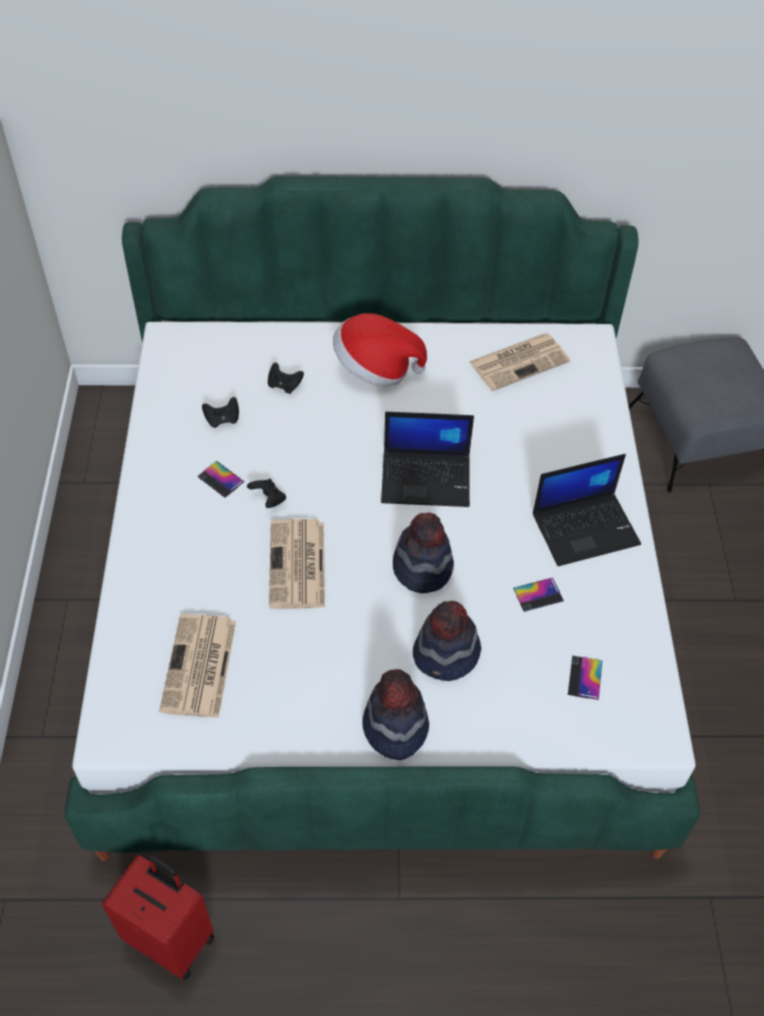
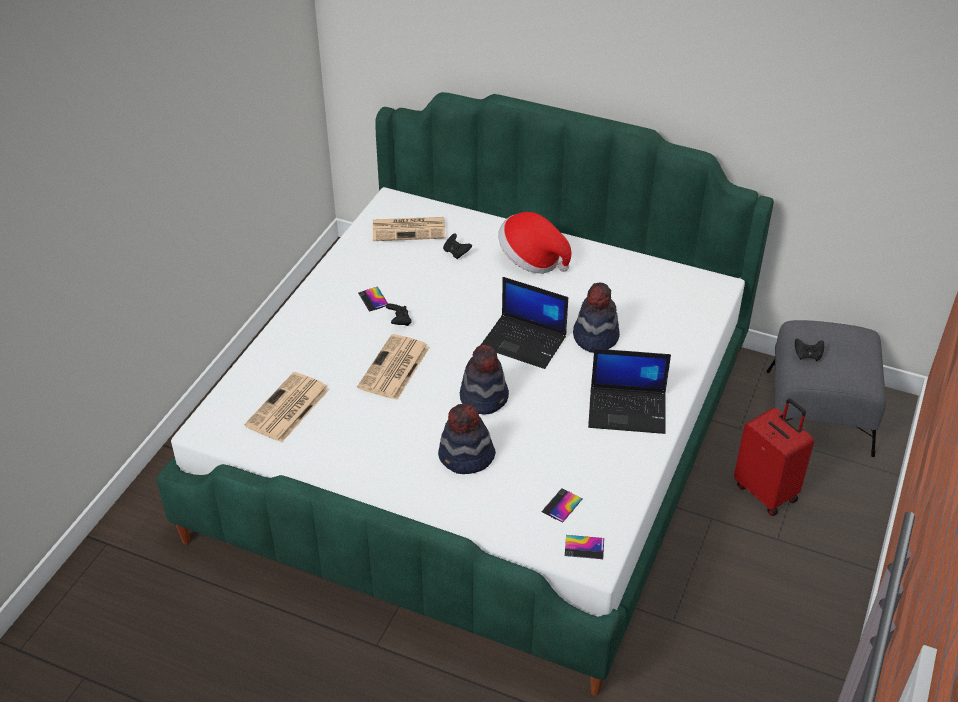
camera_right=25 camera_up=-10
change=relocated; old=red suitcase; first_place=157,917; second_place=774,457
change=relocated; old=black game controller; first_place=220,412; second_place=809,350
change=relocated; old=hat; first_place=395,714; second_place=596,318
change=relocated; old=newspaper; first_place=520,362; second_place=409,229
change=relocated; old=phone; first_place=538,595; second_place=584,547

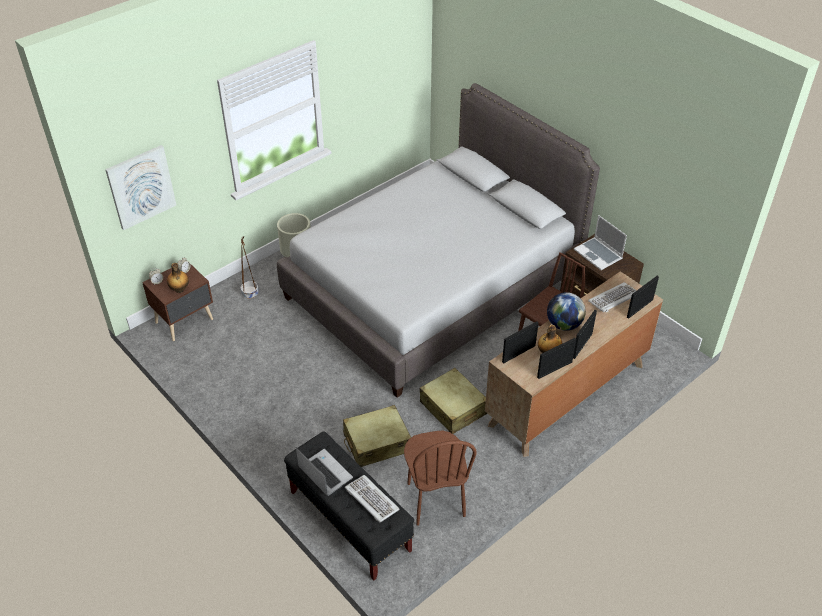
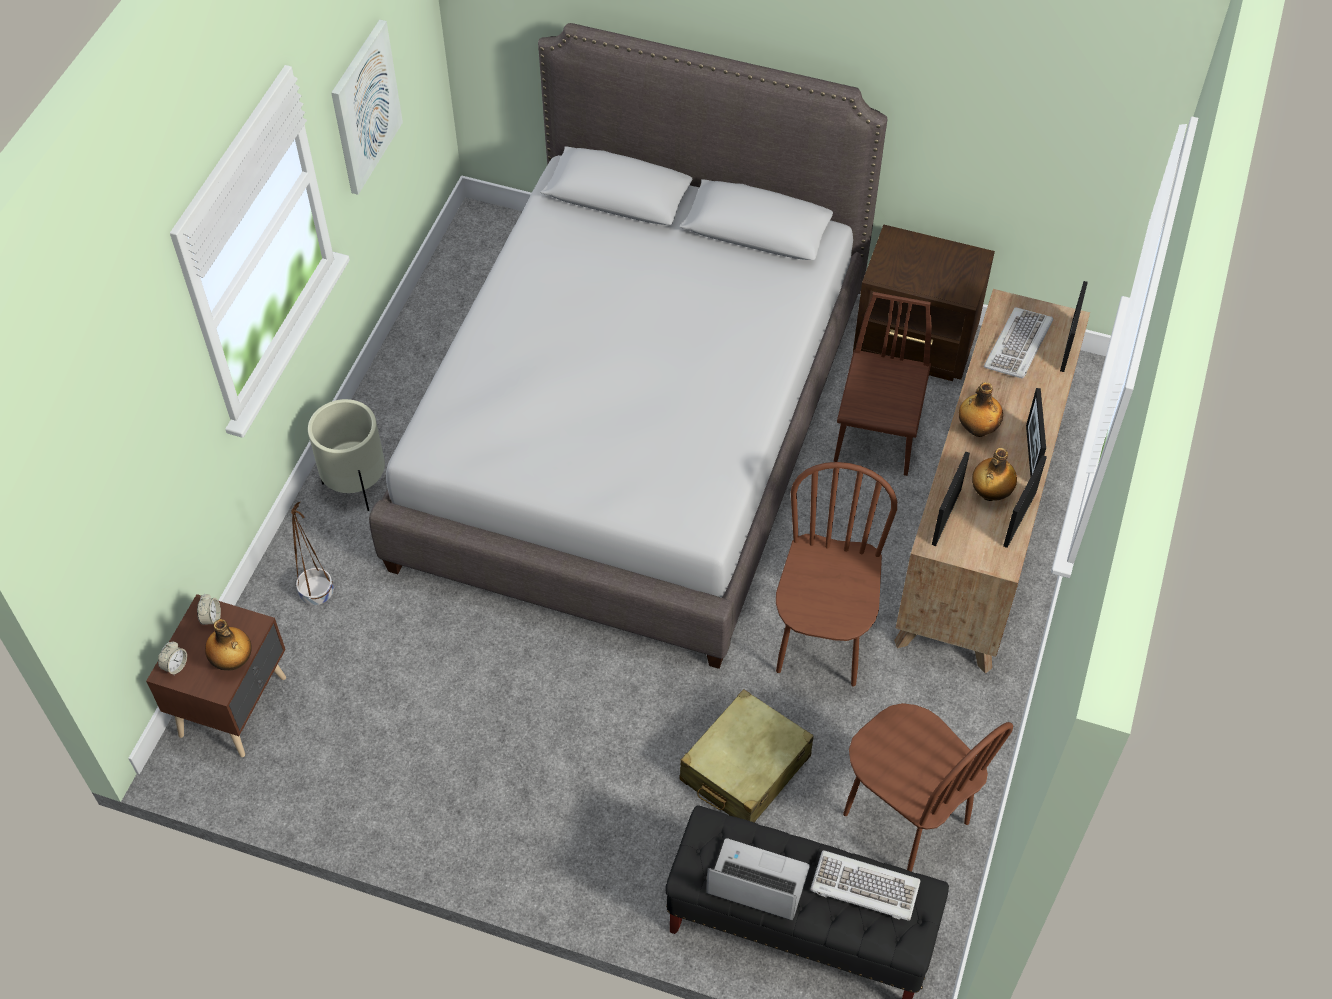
camera_right=-30 camera_up=10
change=missing; old=laptop; first_place=600,242
change=relocated; old=picture; first_place=140,187; second_place=367,107
change=exchanged; old=beige suitcase; new=brown chair; first_place=453,401; second_place=836,574
change=exchanged; old=globe; new=bottle; first_place=566,311; second_place=981,409

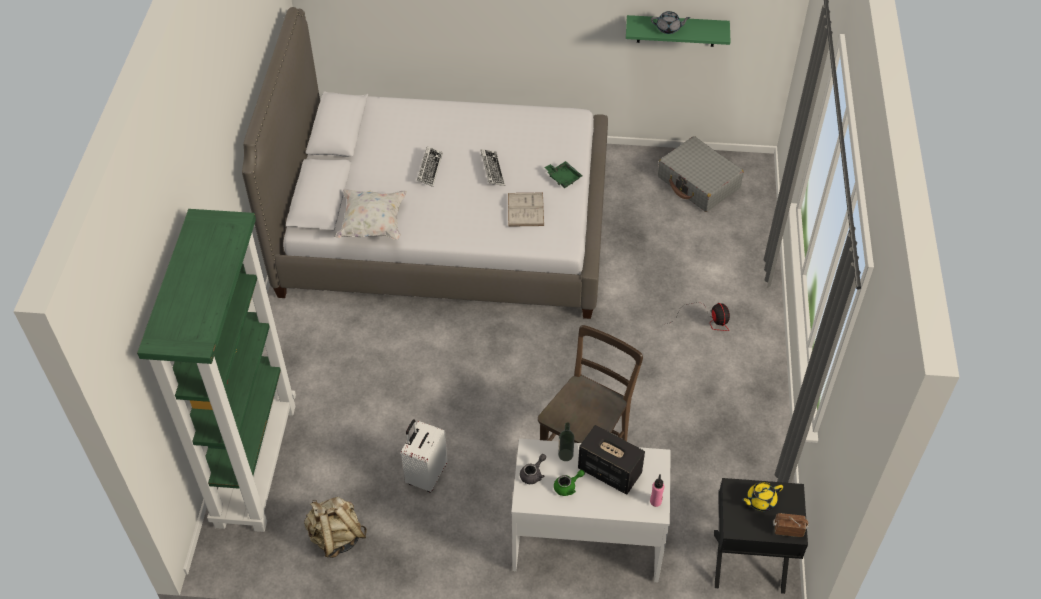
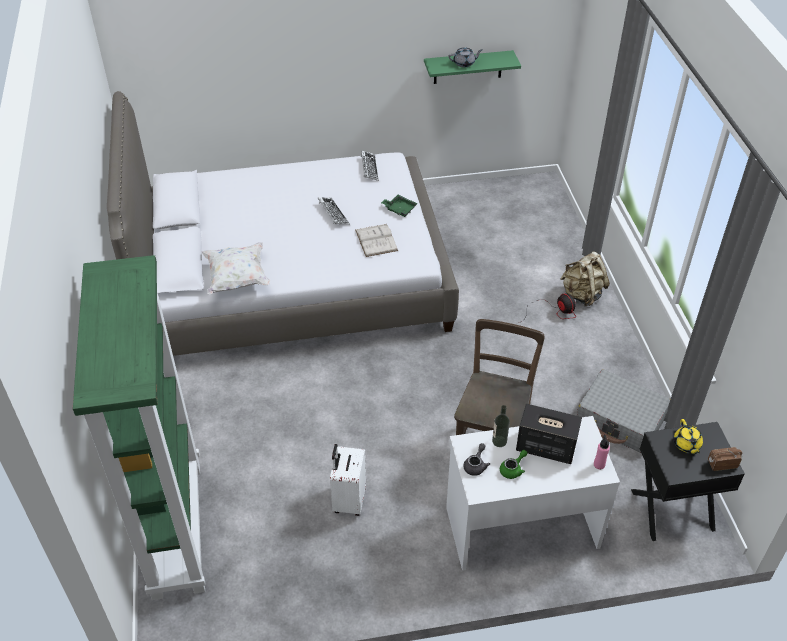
camera_right=-15 camera_up=-5
change=relocated; old=beige backpack; first_place=335,527; second_place=585,278
change=relocated; old=keyboard; first_place=430,166; second_place=370,166
change=relocated; old=grey suitcase; first_place=701,174; second_place=623,411
change=spun; old=yellow teapot; first_place=762,496; second_place=688,436; degrees=-60

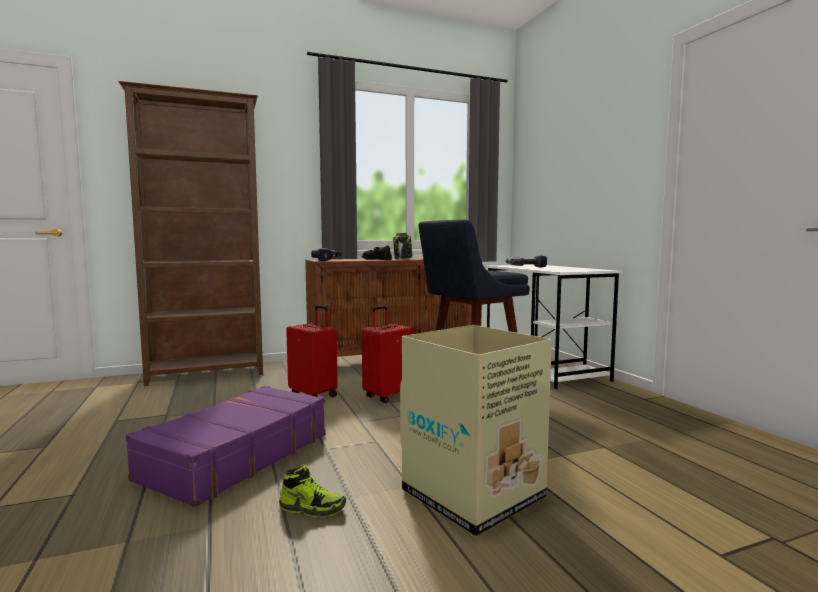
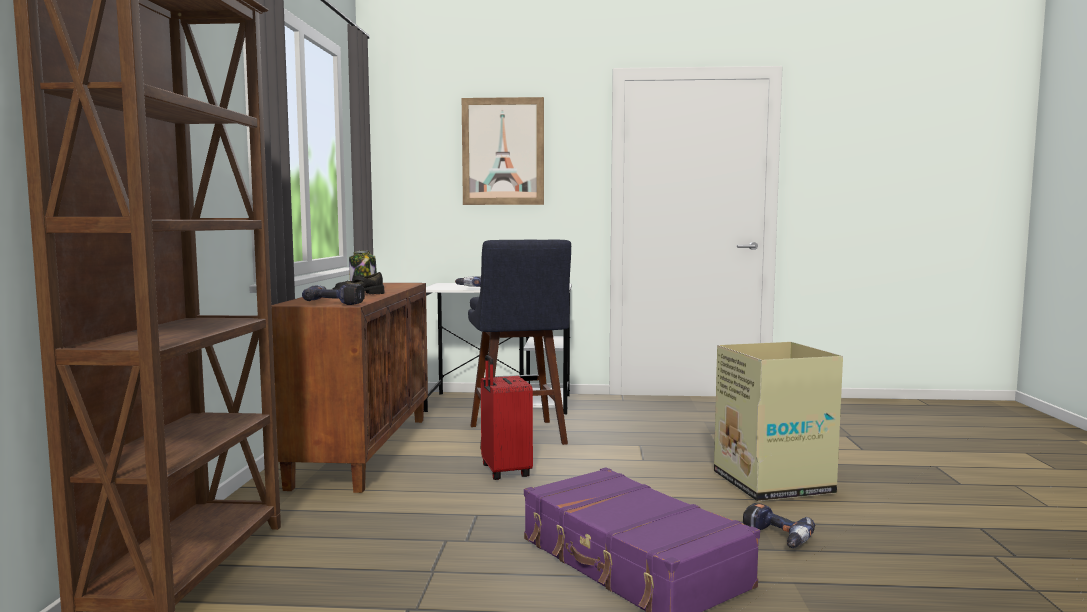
camera_right=-65 camera_up=0
change=missing; old=red suitcase; first_place=312,351
change=appeared; new=picture; second_place=503,151
change=exchanged; old=shoe; new=power drill; first_place=312,491; second_place=779,525

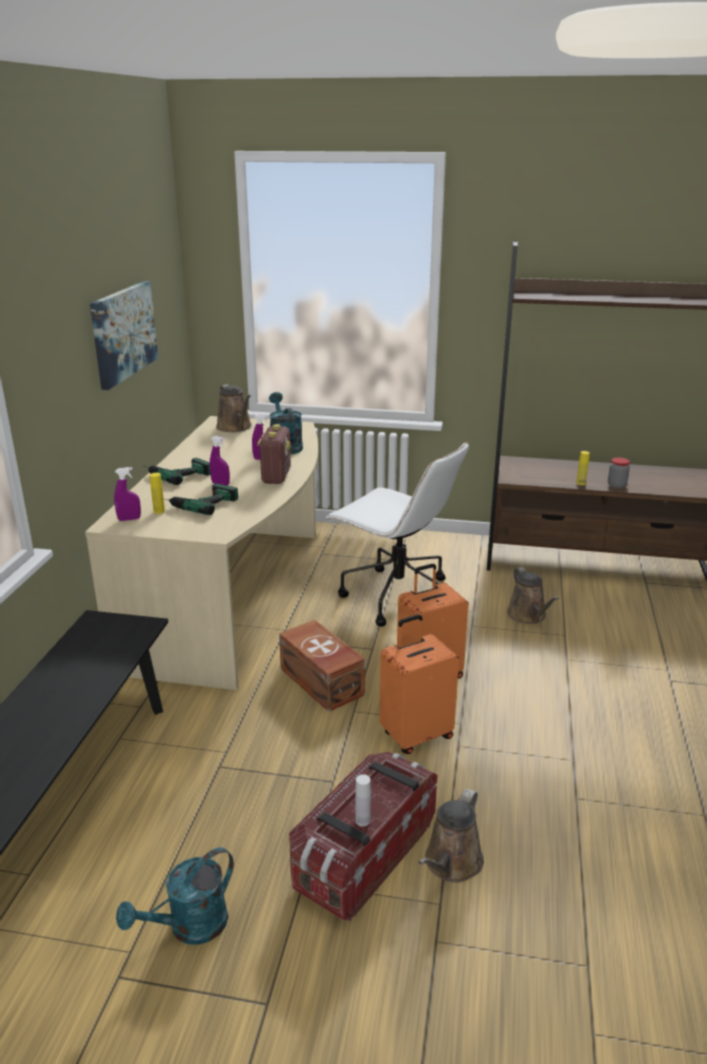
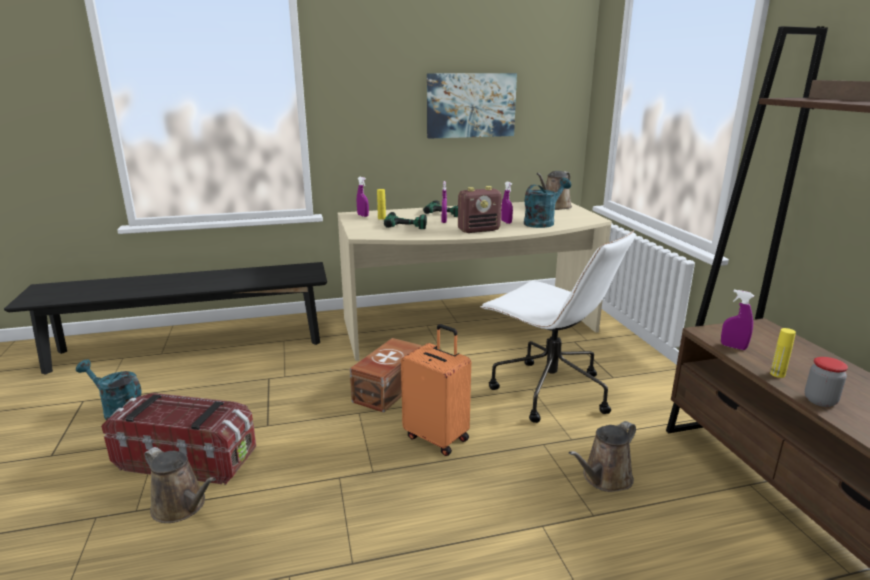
camera_right=65 camera_up=-5
change=missing; old=white bottle; first_place=363,800
change=missing; old=orange suitcase; first_place=419,684
change=appeared; new=purple spray bottle; second_place=737,320
change=spun; old=white office chair; first_place=397,534; second_place=558,326; degrees=-60
change=spun; old=brown watering can; first_place=451,835; second_place=180,485; degrees=-150

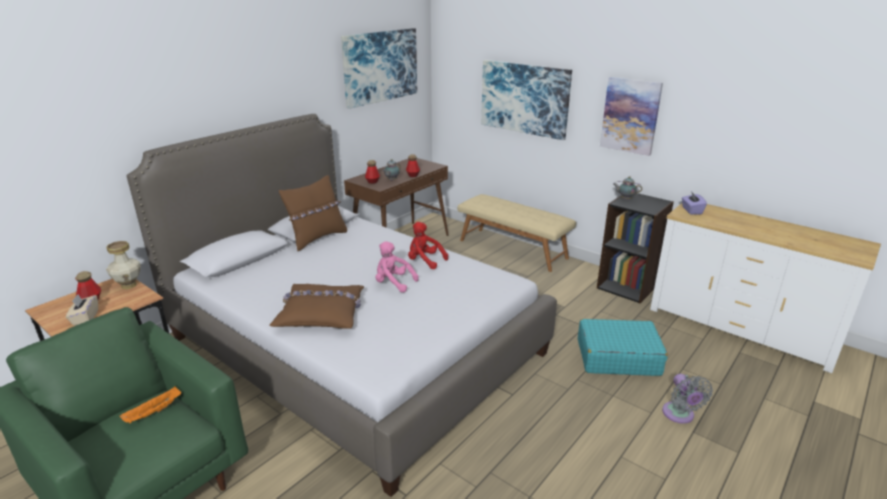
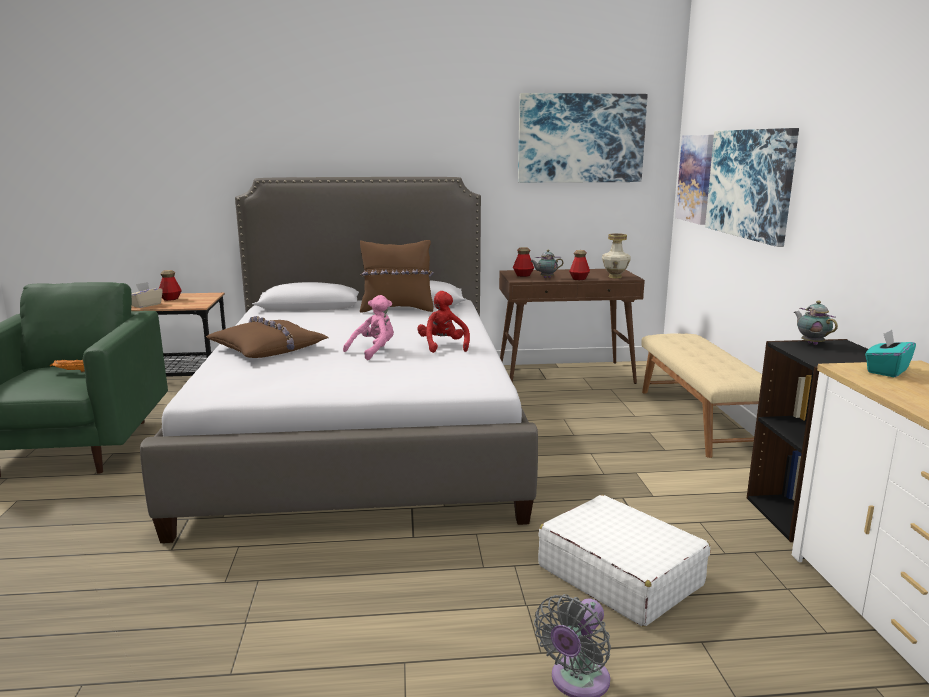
camera_right=45 camera_up=-10
change=relocated; old=vase; first_place=123,265; second_place=616,255
change=relocated; old=picture; first_place=631,116; second_place=694,180
change=colour; old=turquoise suitcase; new=white suitcase; first_place=623,347; second_place=624,560
change=colour; old=purple tissue box; new=turquoise tissue box; first_place=694,202; second_place=890,353
change=spun; old=pink plush toy; first_place=397,267; second_place=368,327; degrees=60

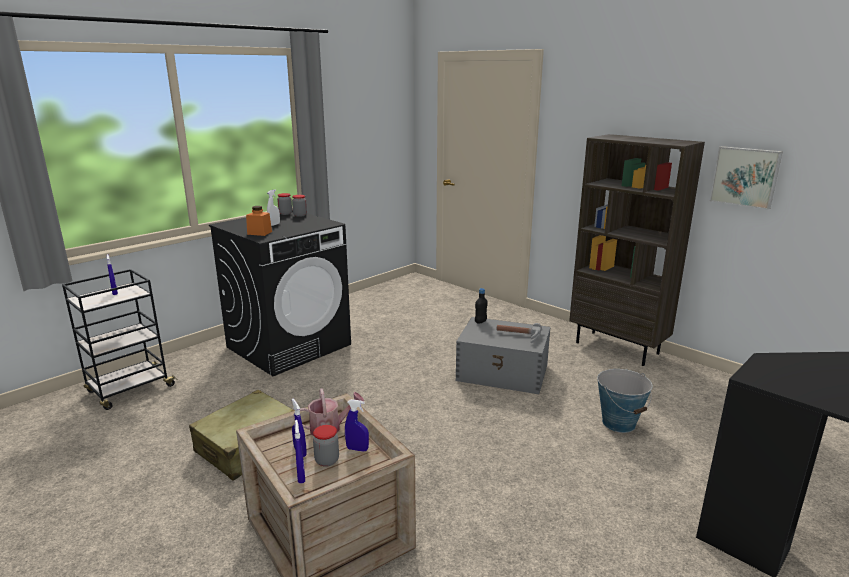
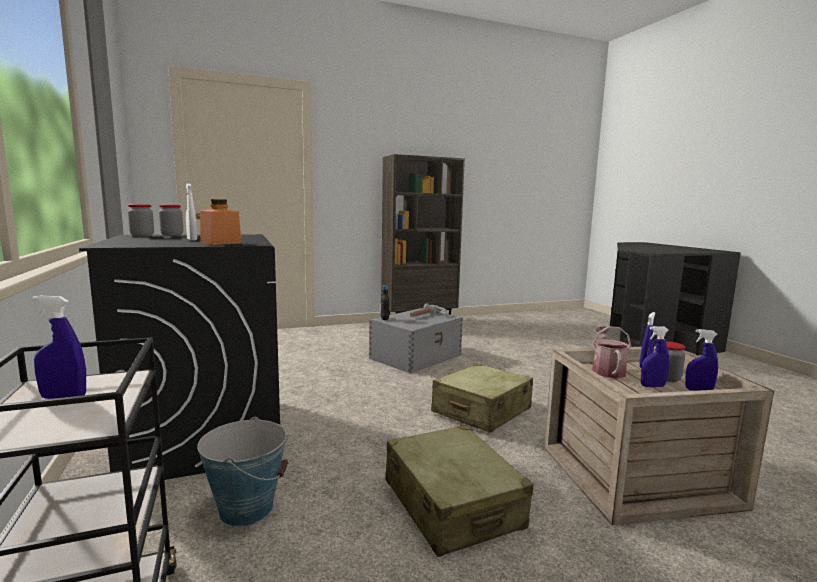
camera_right=-65 camera_up=-10
change=missing; old=picture; first_place=746,178
change=appeared; new=beige suitcase; second_place=482,398
change=relocated; old=bucket; first_place=625,401; second_place=242,472

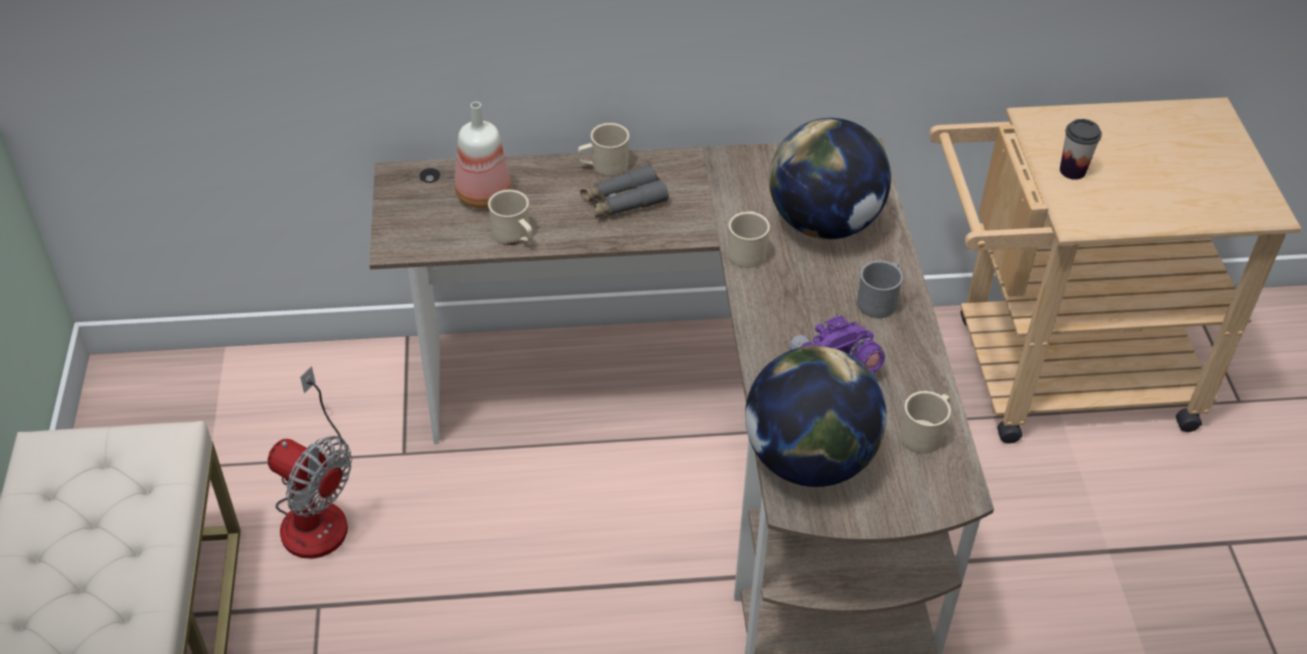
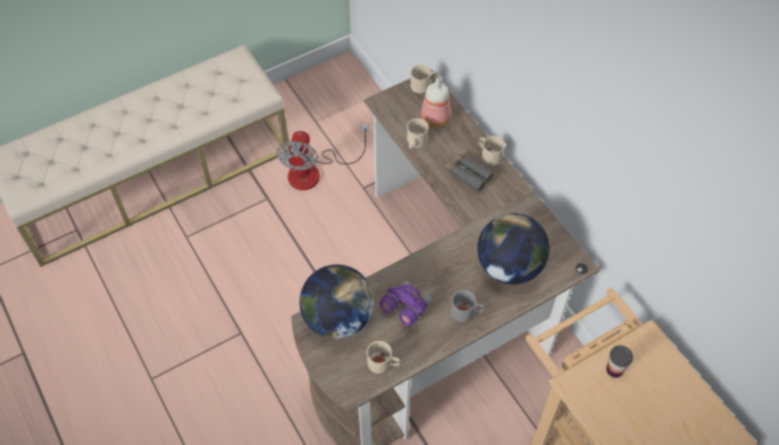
camera_right=65 camera_up=10
change=relocated; old=beige mug; first_place=749,239; second_place=424,79

